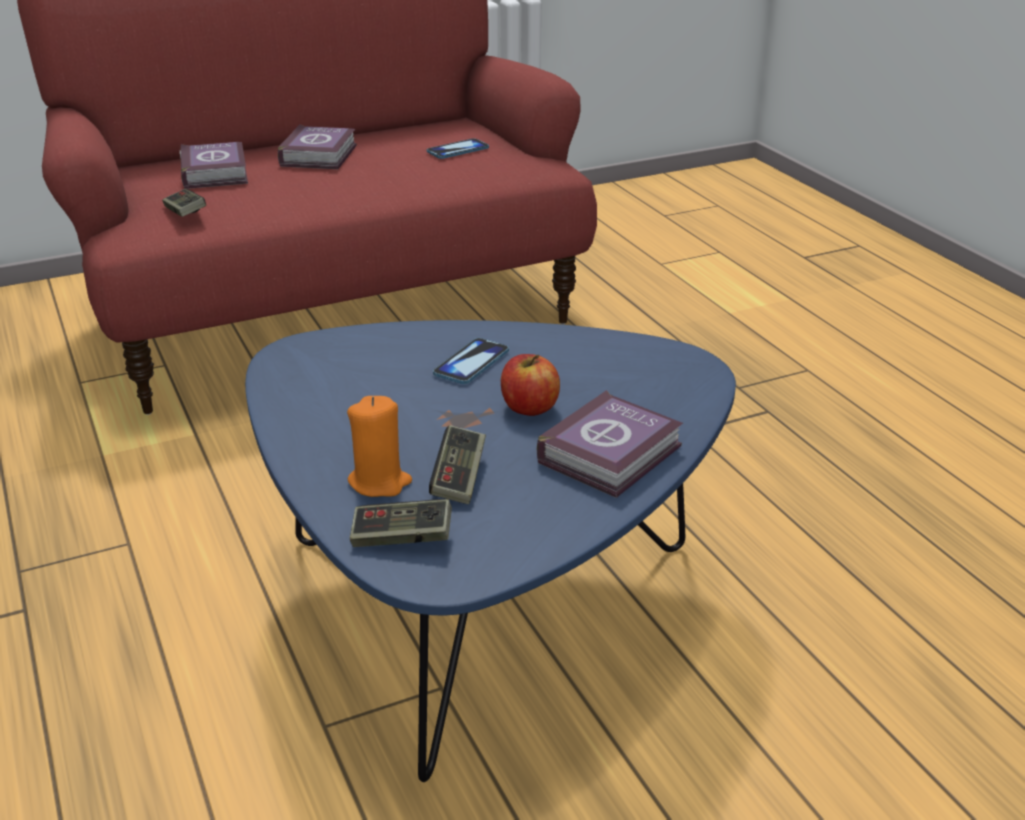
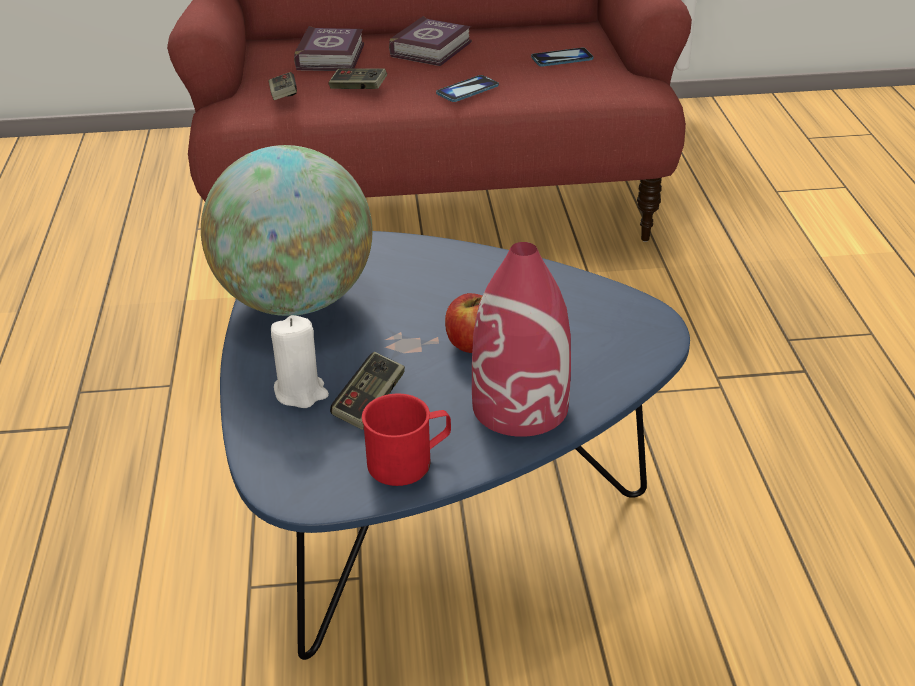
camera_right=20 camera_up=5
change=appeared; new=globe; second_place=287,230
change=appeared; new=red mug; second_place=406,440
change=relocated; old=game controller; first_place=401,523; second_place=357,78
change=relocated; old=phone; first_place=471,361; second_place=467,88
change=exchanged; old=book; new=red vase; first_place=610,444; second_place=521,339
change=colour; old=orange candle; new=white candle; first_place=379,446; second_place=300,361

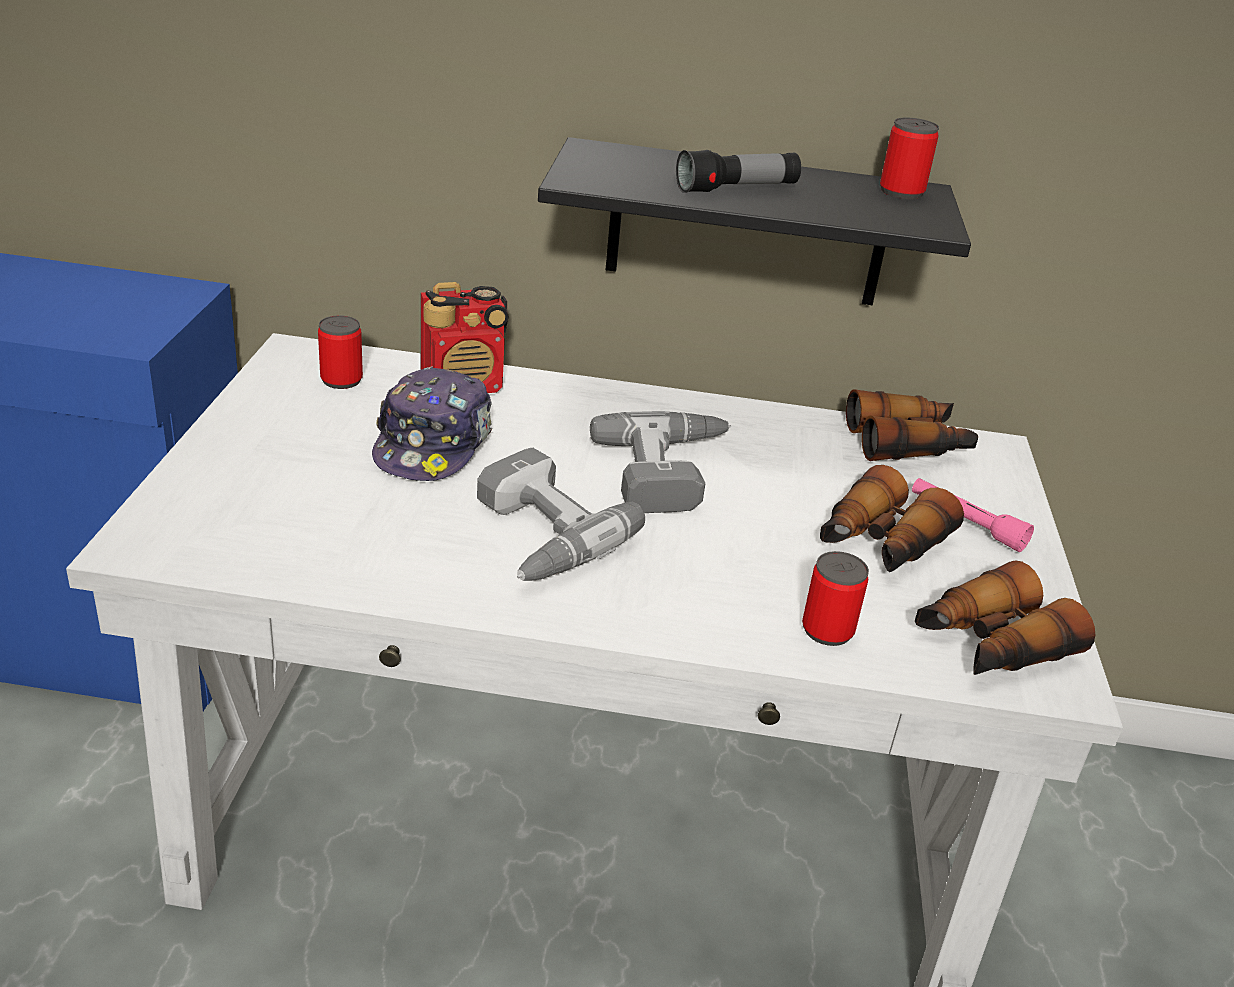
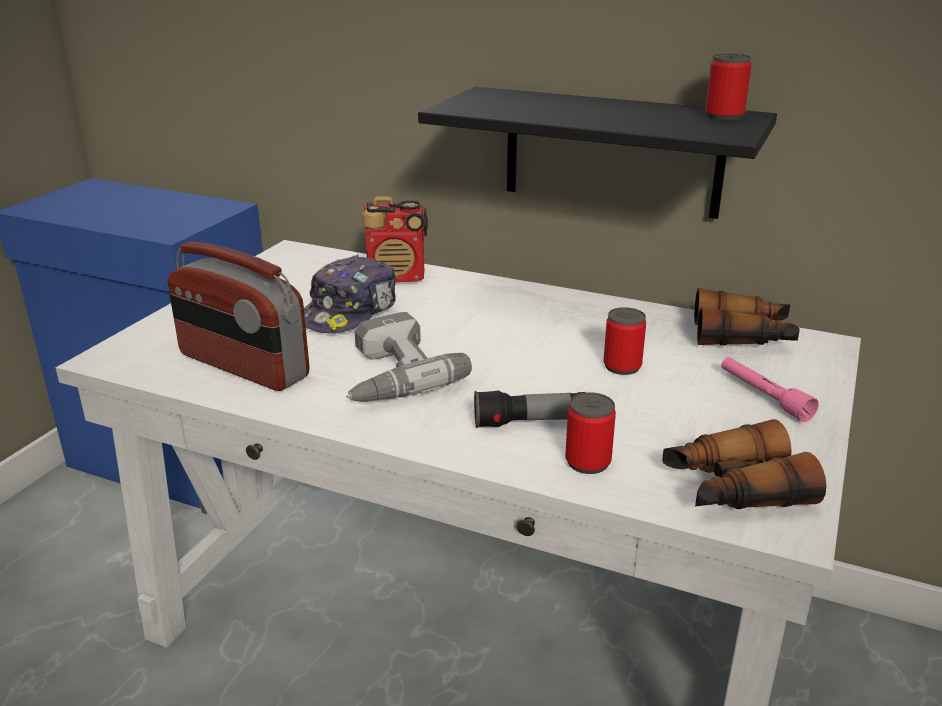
camera_right=20 camera_up=-5
change=missing; old=power drill; first_place=660,462
change=missing; old=binoculars; first_place=892,518
change=appeared; new=radio; second_place=238,316
change=relocated; old=can; first_place=340,352; second_place=625,341
change=relocated; old=flashlight; first_place=738,171; second_place=530,409

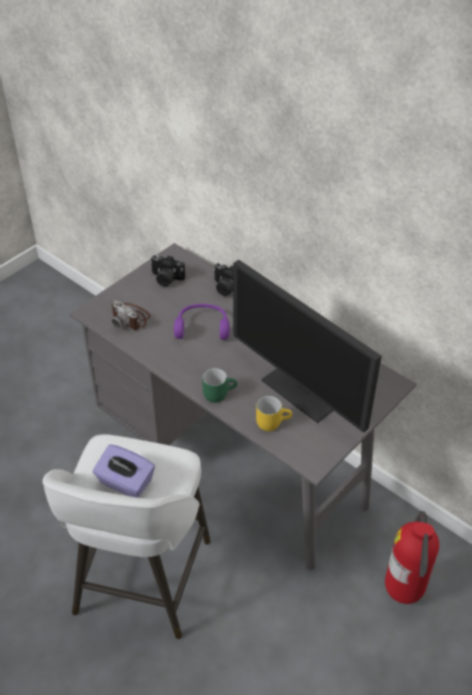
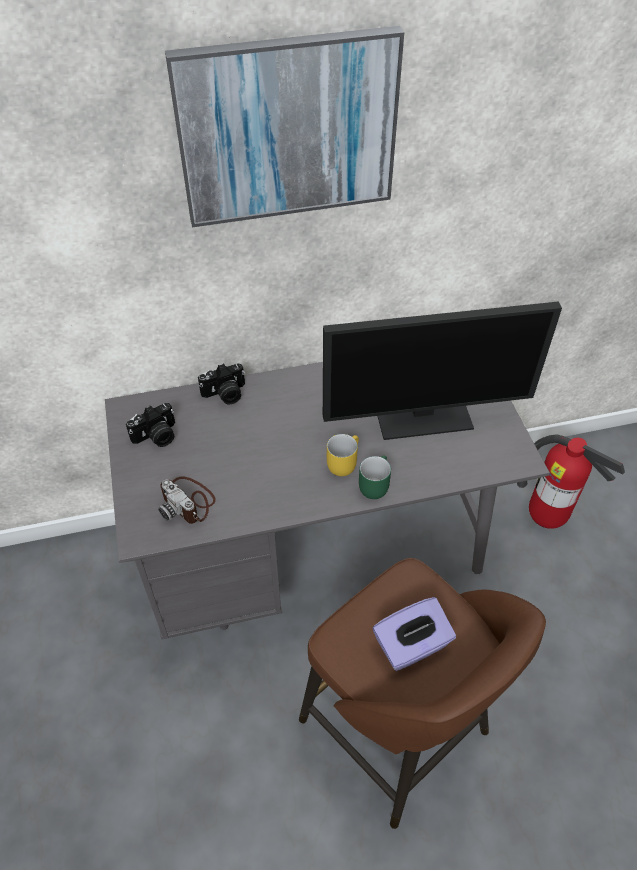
camera_right=-55 camera_up=5
change=missing; old=purple headphones; first_place=202,322
change=appeared; new=picture; second_place=284,127
change=relocated; old=yellow mug; first_place=274,413; second_place=343,455
change=colour; old=white stool; new=brown stool; first_place=126,537; second_place=422,693
change=spun; old=photo camera; first_place=130,315; second_place=187,500; degrees=60

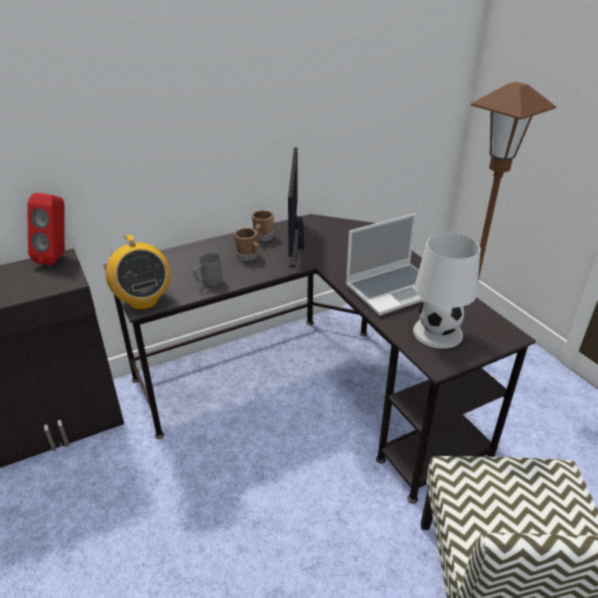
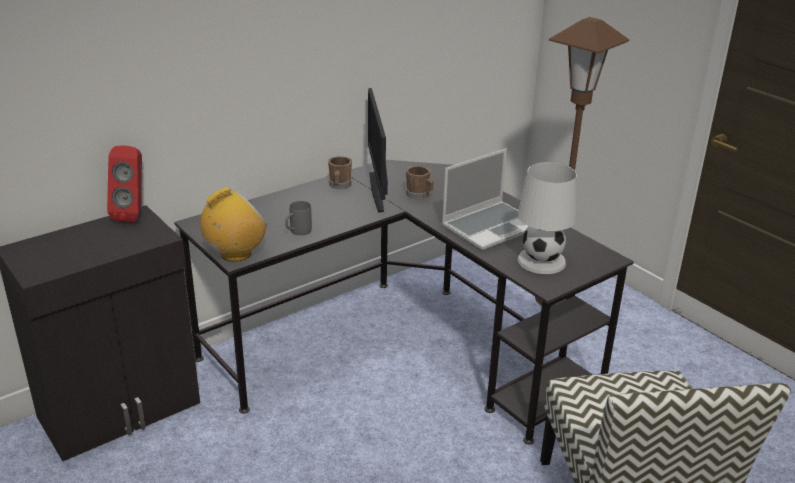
camera_right=-10 camera_up=-5
change=relocated; old=brown mug; first_place=246,244; second_place=420,183
change=spun; old=radio; first_place=138,272; second_place=233,224; degrees=-90

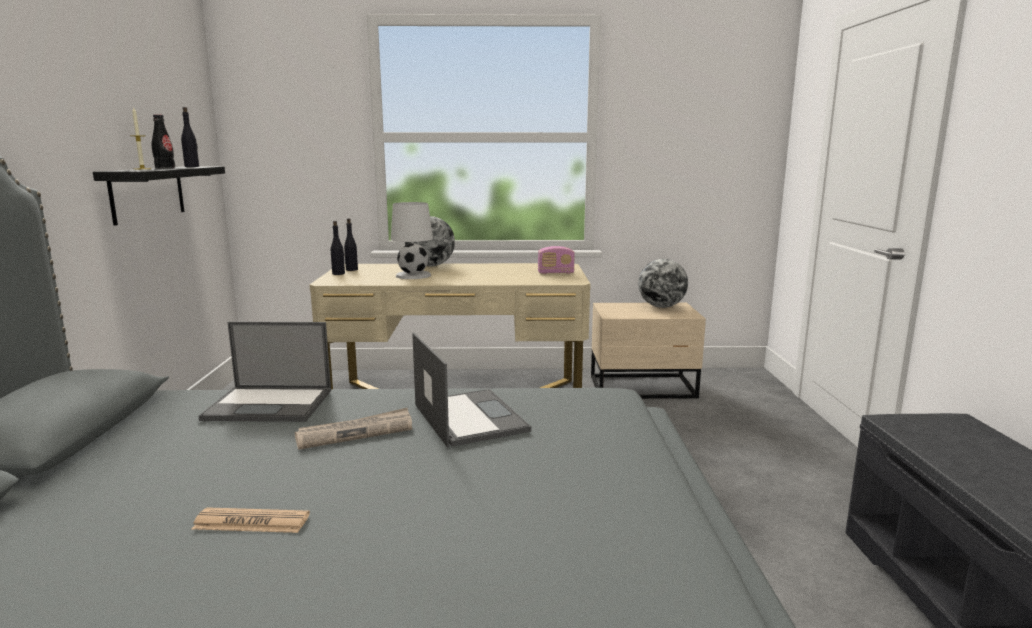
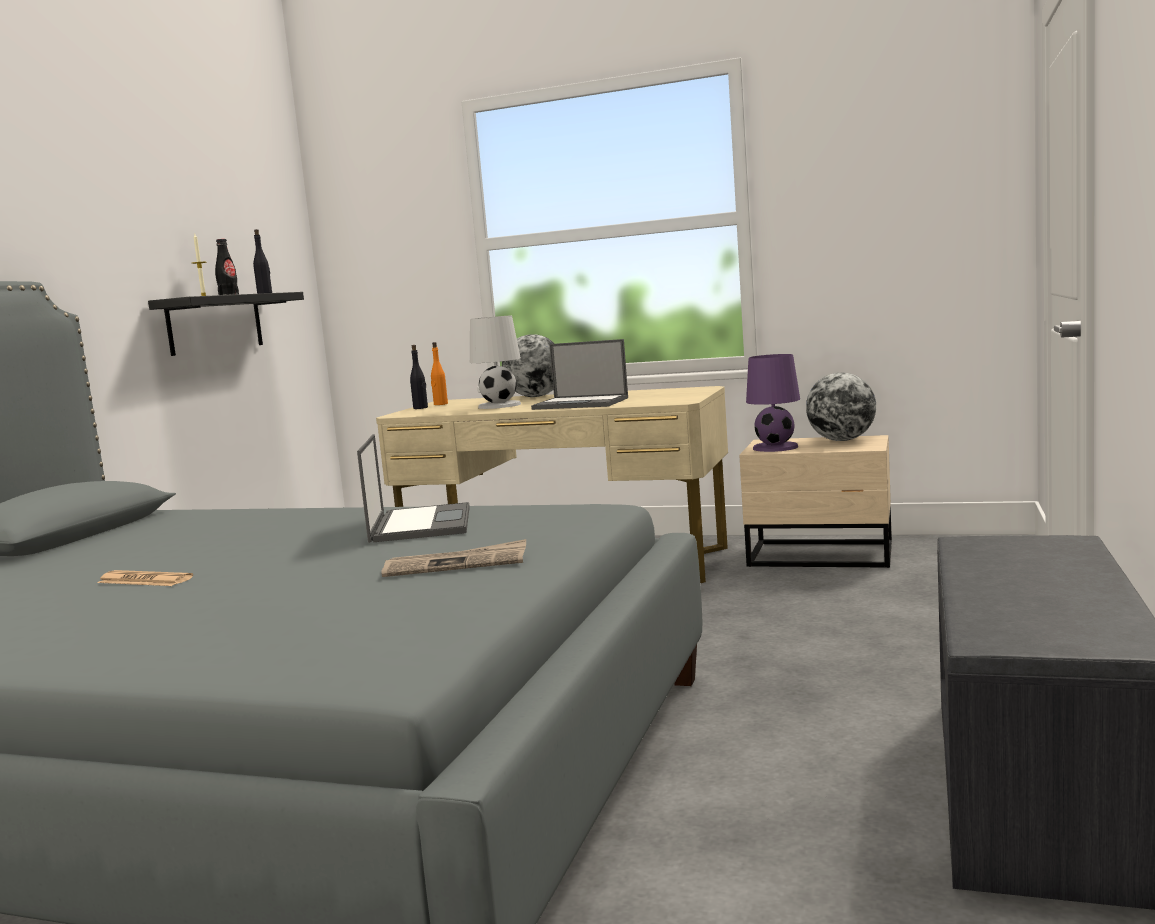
camera_right=20 camera_up=-5
change=missing; old=radio; first_place=556,260
change=appeared; new=purple table lamp; second_place=773,403
change=relocated; old=laptop; first_place=264,372; second_place=579,374
change=relocated; old=newspaper; first_place=353,429; second_place=454,558
change=colour; old=black bottle; new=orange bottle; first_place=351,244; second_place=439,373

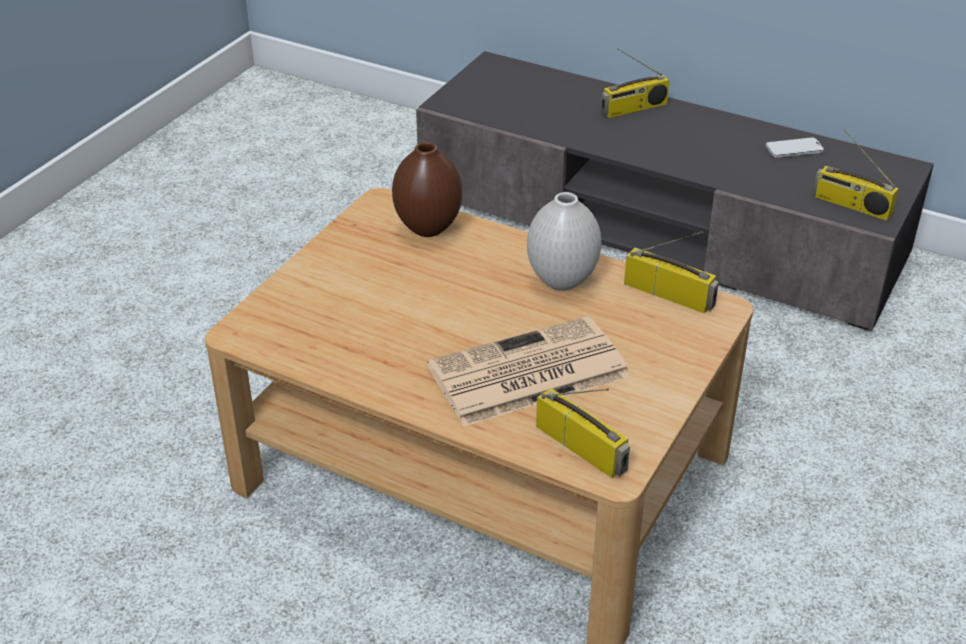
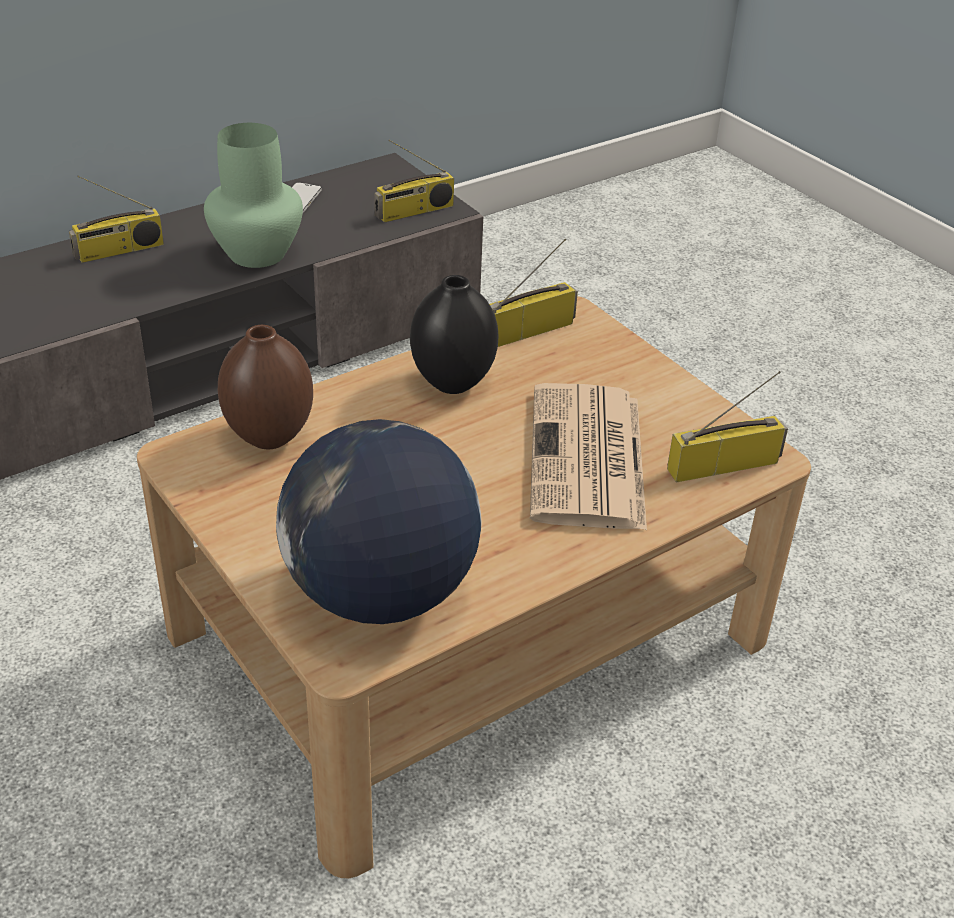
camera_right=-65 camera_up=0
change=appeared; new=green vase; second_place=253,195
change=appeared; new=globe; second_place=378,521
change=colour; old=white vase; new=black vase; first_place=564,241; second_place=454,334
change=spun; old=radio; first_place=635,83; second_place=116,219; degrees=60

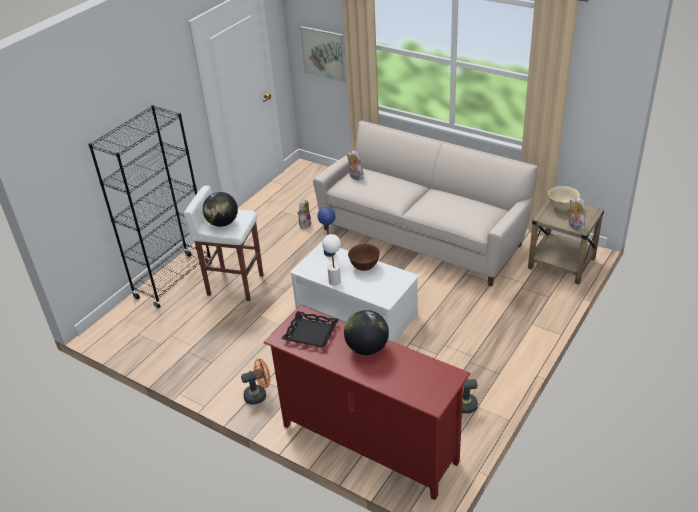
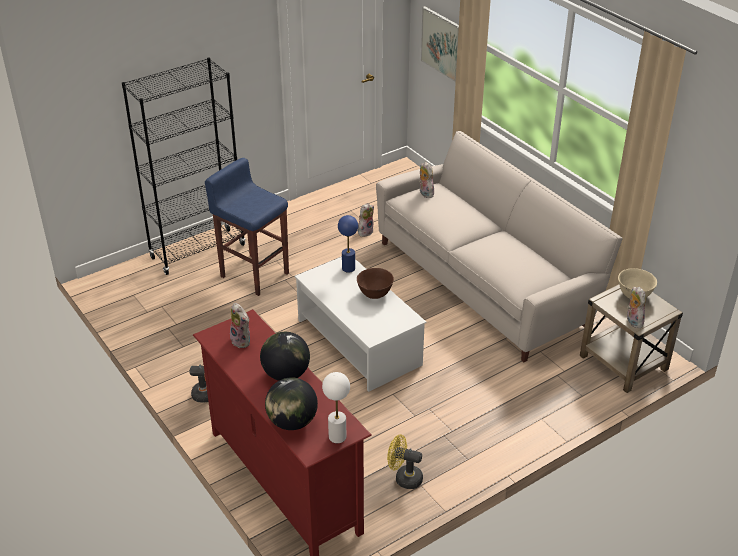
camera_right=20 camera_up=0
change=relocated; old=globe; first_place=220,209; second_place=291,403
change=relocated; old=white table lamp; first_place=331,259; second_place=336,407
change=exchanged; old=black tray; new=plush toy; first_place=310,329; second_place=240,325
change=colour; old=white stool; new=blue stool; first_place=223,243; second_place=247,227

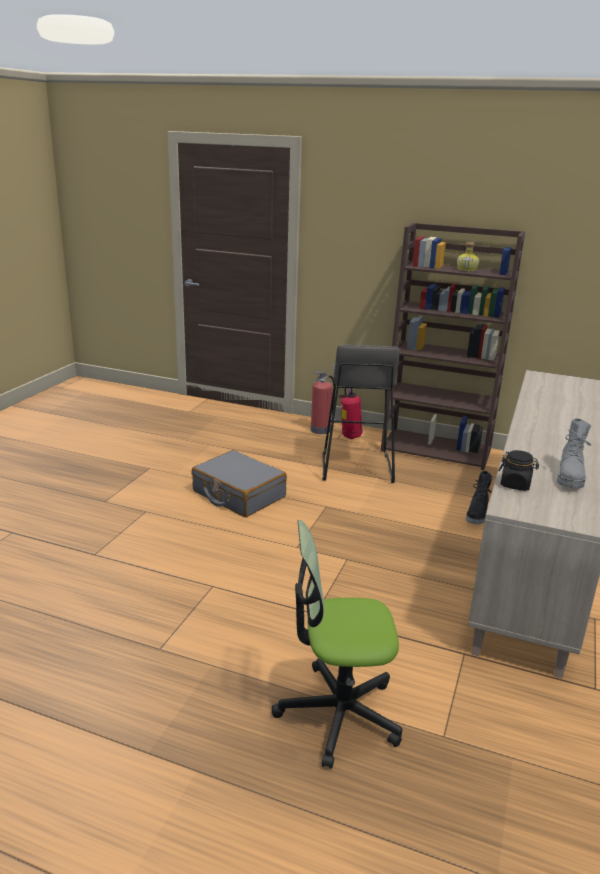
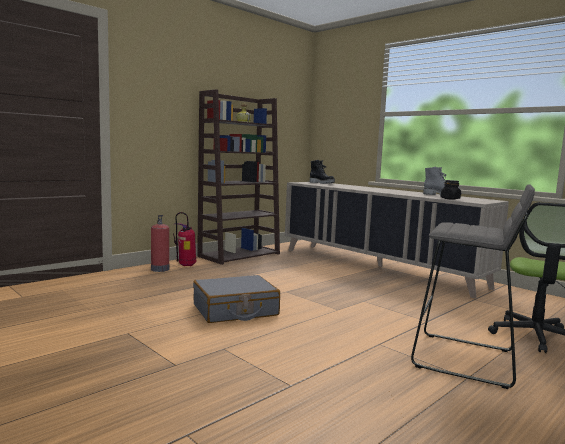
camera_right=-65 camera_up=-15
change=relocated; old=grey stool; first_place=360,414; second_place=473,286
change=relocated; old=black boot; first_place=479,497; second_place=322,172

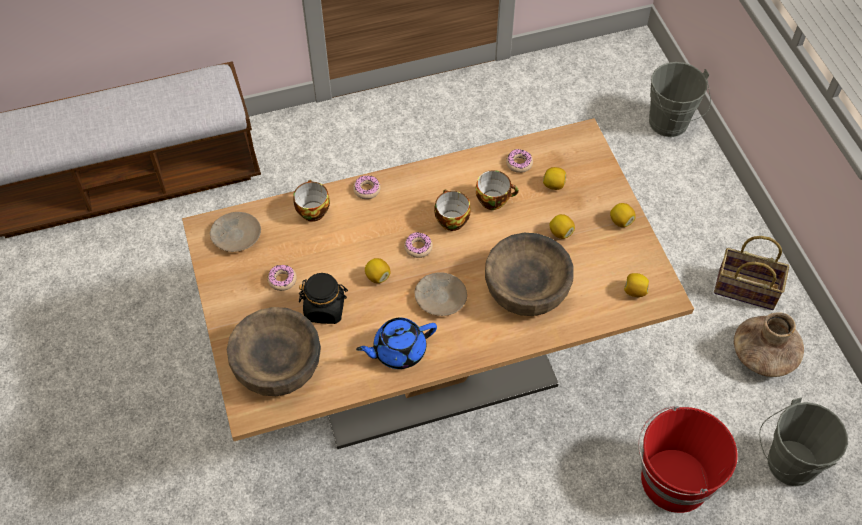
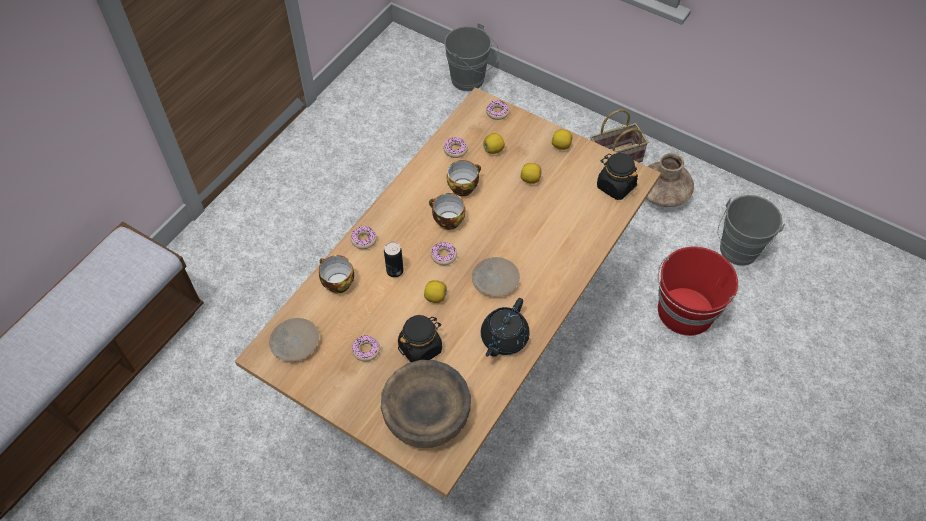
camera_right=-40 camera_up=0
change=missing; old=brown bowl; first_place=529,274
change=appeared; new=can; second_place=394,259
change=appeared; new=donut; second_place=497,110
change=exchanged; old=lemon; new=black jar; first_place=636,285; second_place=617,176
change=colour; old=blue teapot; new=black teapot; first_place=396,343; second_place=505,327

